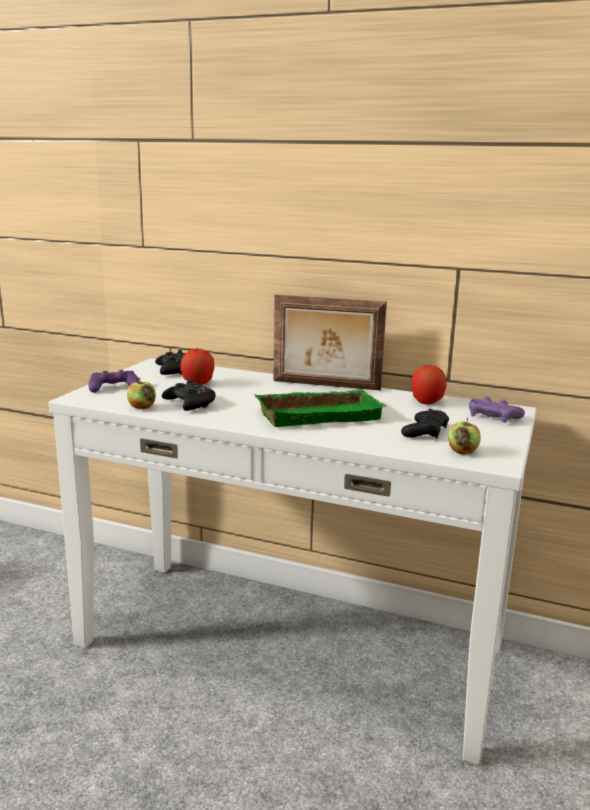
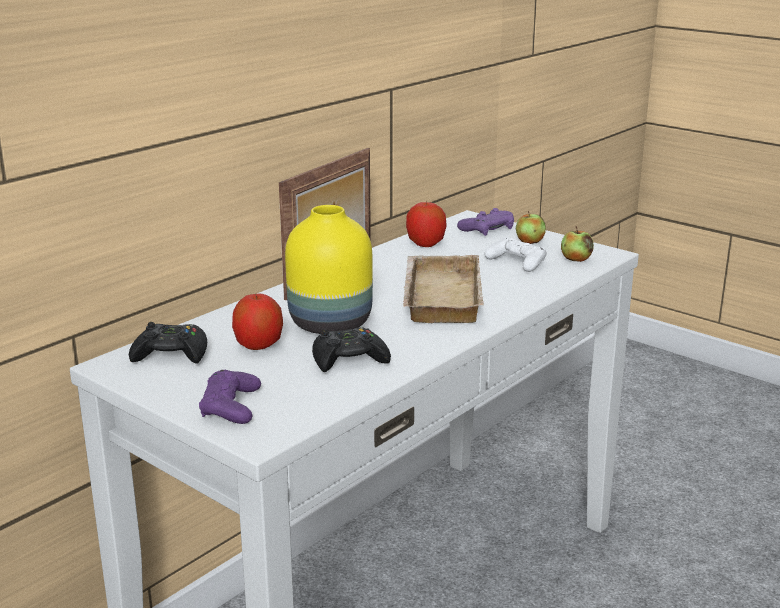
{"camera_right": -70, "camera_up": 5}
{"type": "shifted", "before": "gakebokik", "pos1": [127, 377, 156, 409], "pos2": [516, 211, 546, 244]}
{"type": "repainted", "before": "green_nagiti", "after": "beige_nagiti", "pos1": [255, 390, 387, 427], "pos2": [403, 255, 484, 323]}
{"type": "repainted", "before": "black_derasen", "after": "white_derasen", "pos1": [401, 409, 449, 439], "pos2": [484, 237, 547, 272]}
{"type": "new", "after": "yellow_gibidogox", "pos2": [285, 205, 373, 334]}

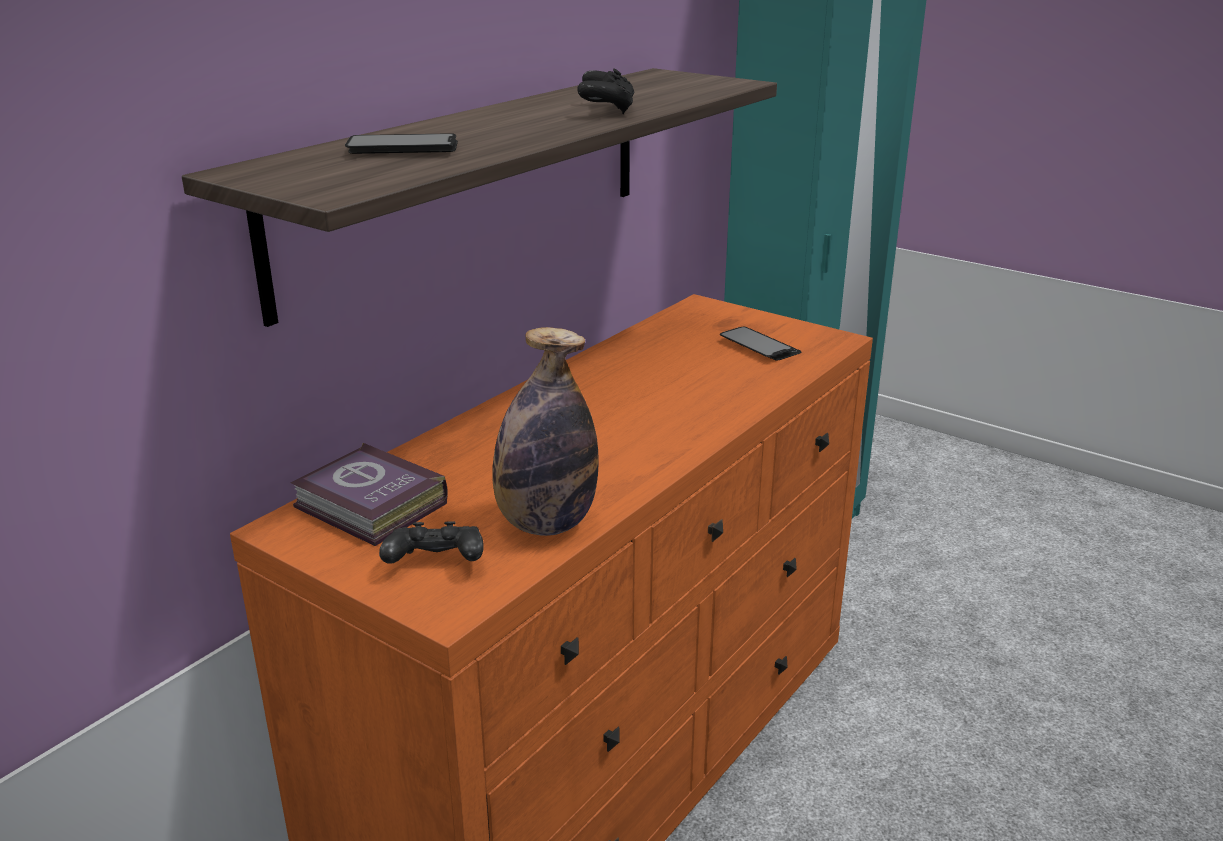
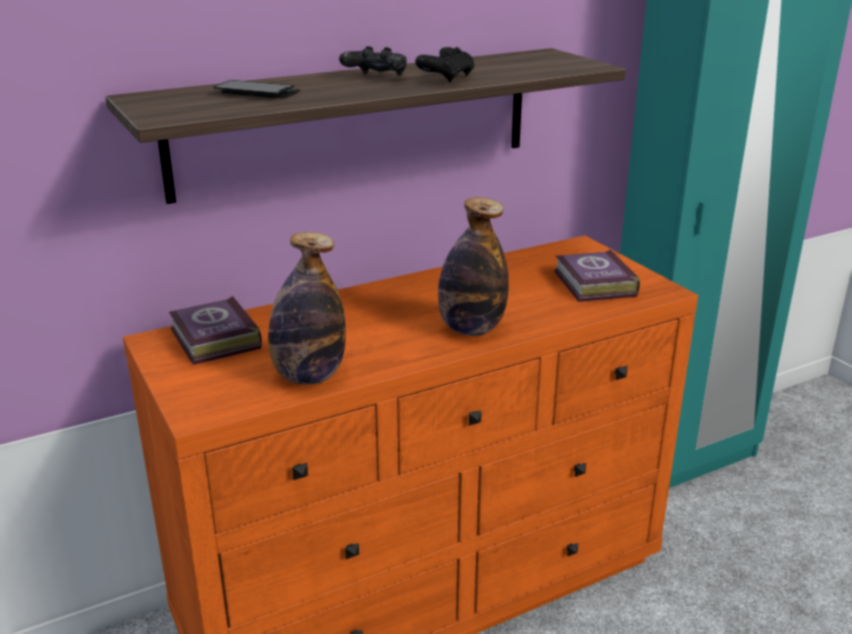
{"camera_right": 25, "camera_up": 0}
{"type": "swapped", "before": "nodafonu", "after": "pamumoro", "pos1": [720, 327, 802, 360], "pos2": [554, 249, 640, 302]}
{"type": "shifted", "before": "black_derasen", "pos1": [379, 521, 484, 564], "pos2": [339, 46, 407, 76]}
{"type": "new", "after": "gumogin", "pos2": [438, 197, 509, 336]}

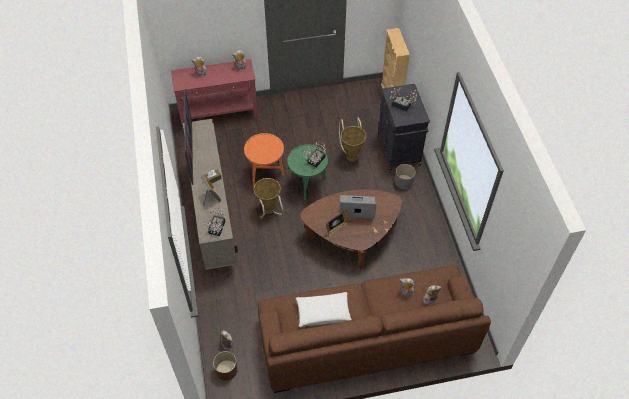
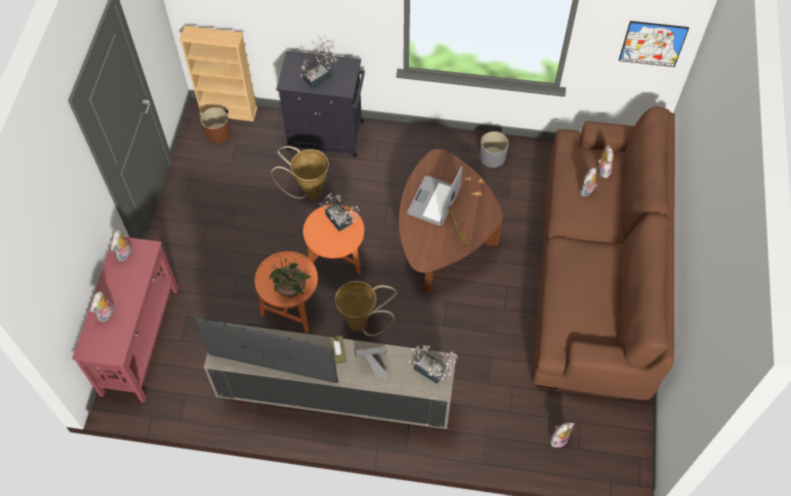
{"camera_right": -70, "camera_up": 5}
{"type": "repainted", "before": "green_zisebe", "after": "orange_zisebe", "pos1": [287, 144, 328, 200], "pos2": [303, 204, 364, 275]}
{"type": "shifted", "before": "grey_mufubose", "pos1": [395, 164, 416, 189], "pos2": [480, 131, 509, 168]}
{"type": "gone", "before": "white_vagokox", "pos1": [296, 292, 352, 327]}
{"type": "shifted", "before": "brown_mufubose", "pos1": [213, 351, 238, 381], "pos2": [200, 107, 231, 143]}
{"type": "new", "after": "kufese", "pos2": [619, 21, 689, 67]}
{"type": "new", "after": "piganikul", "pos2": [269, 253, 311, 297]}

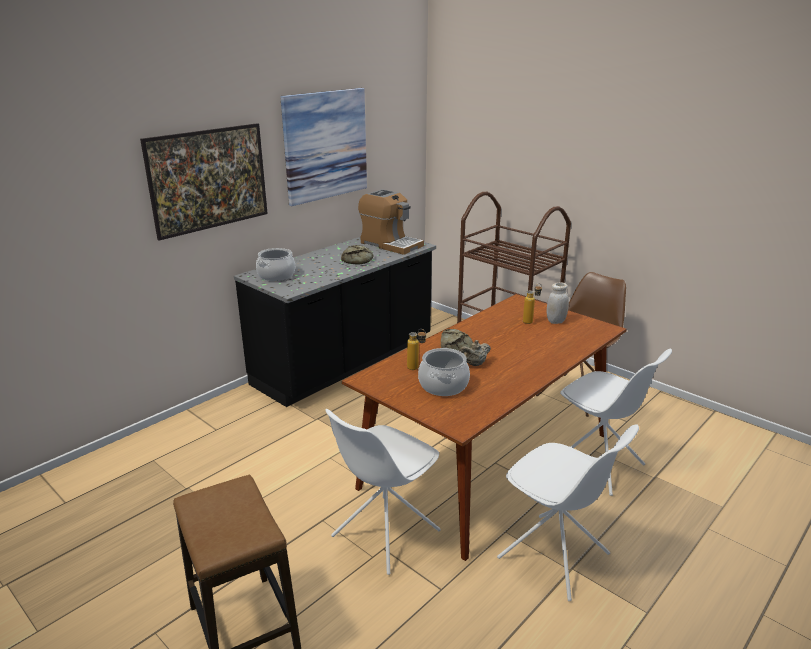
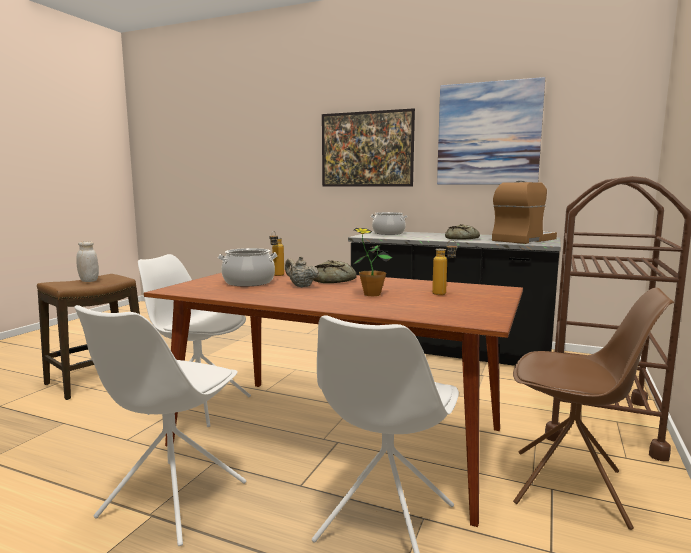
{"camera_right": 70, "camera_up": -15}
{"type": "rotated", "before": "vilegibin", "pos1": [358, 189, 424, 255], "pos2": [492, 181, 557, 244], "turn": -150}
{"type": "shifted", "before": "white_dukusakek", "pos1": [546, 282, 569, 324], "pos2": [76, 241, 99, 282]}
{"type": "new", "after": "piganikul", "pos2": [354, 228, 392, 296]}

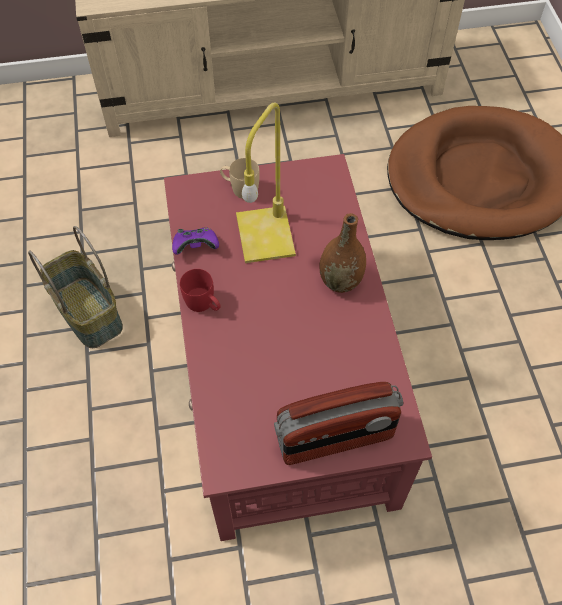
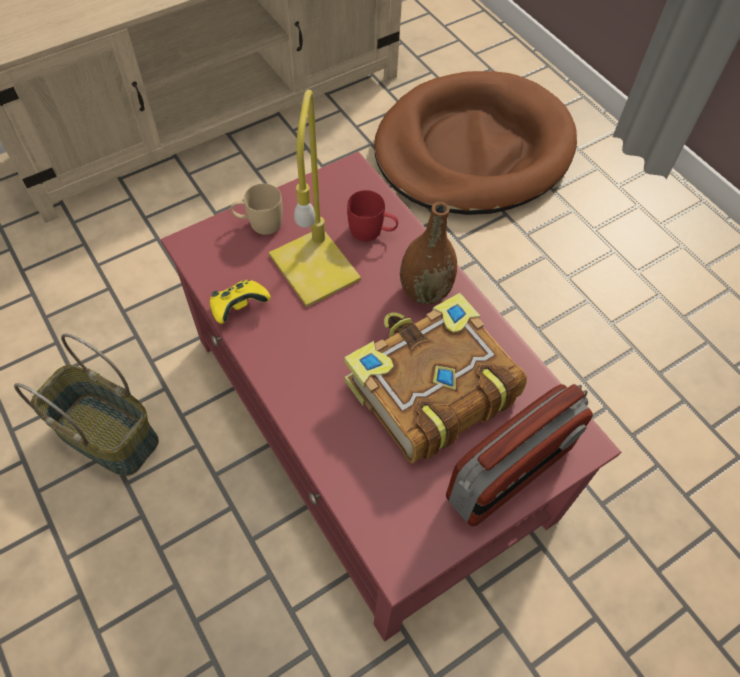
{"camera_right": -25, "camera_up": 0}
{"type": "repainted", "before": "purple_derasen", "after": "yellow_derasen", "pos1": [172, 228, 219, 255], "pos2": [210, 280, 271, 324]}
{"type": "shifted", "before": "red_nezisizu", "pos1": [180, 269, 221, 312], "pos2": [347, 190, 398, 241]}
{"type": "new", "after": "pamumoro", "pos2": [344, 293, 527, 464]}

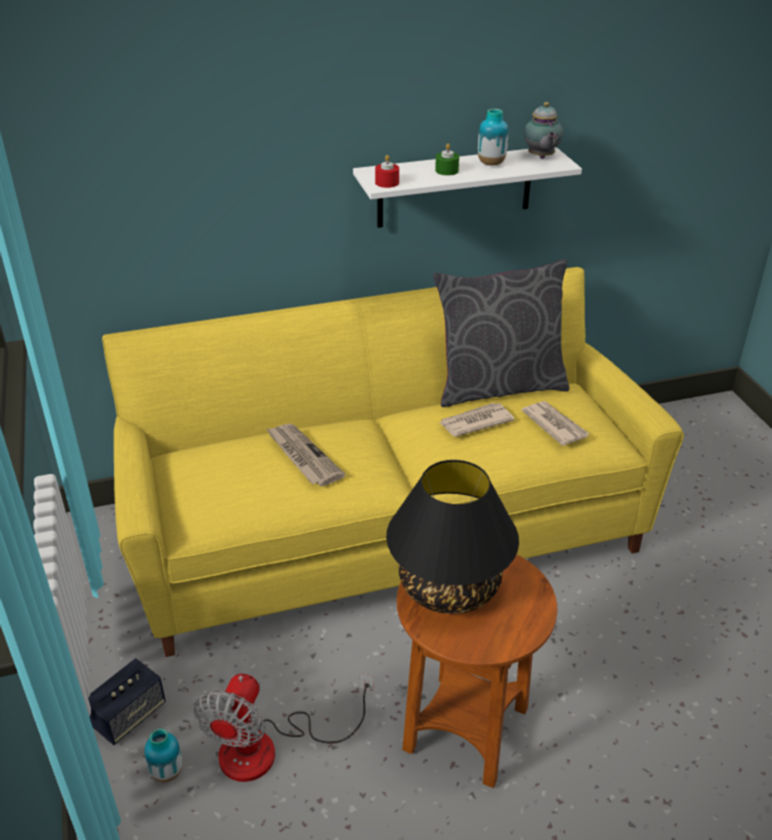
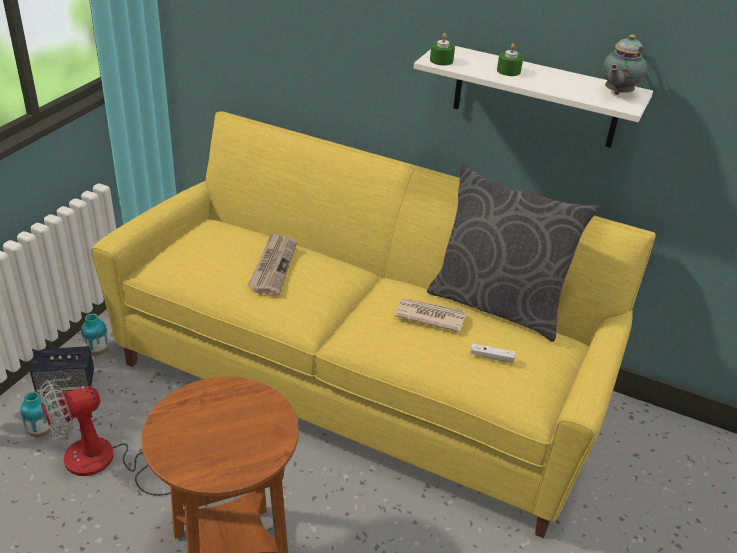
{"camera_right": 40, "camera_up": 0}
{"type": "shifted", "before": "gibidogox", "pos1": [478, 109, 508, 166], "pos2": [81, 313, 109, 355]}
{"type": "repainted", "before": "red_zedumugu", "after": "green_zedumugu", "pos1": [375, 155, 399, 188], "pos2": [430, 33, 455, 66]}
{"type": "swapped", "before": "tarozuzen", "after": "white_derasen", "pos1": [522, 401, 589, 446], "pos2": [470, 344, 516, 363]}
{"type": "gone", "before": "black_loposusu", "pos1": [386, 460, 519, 614]}

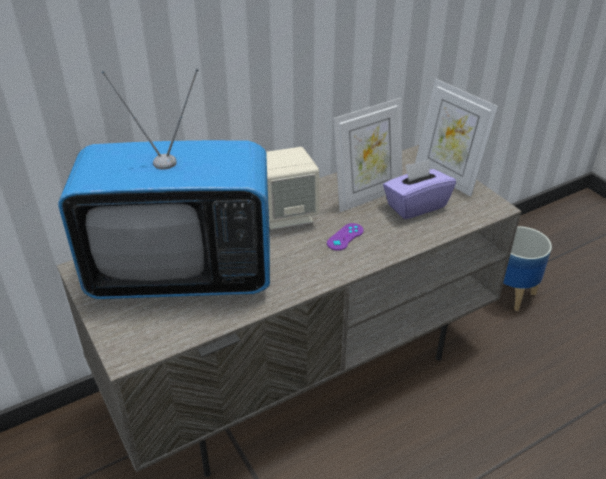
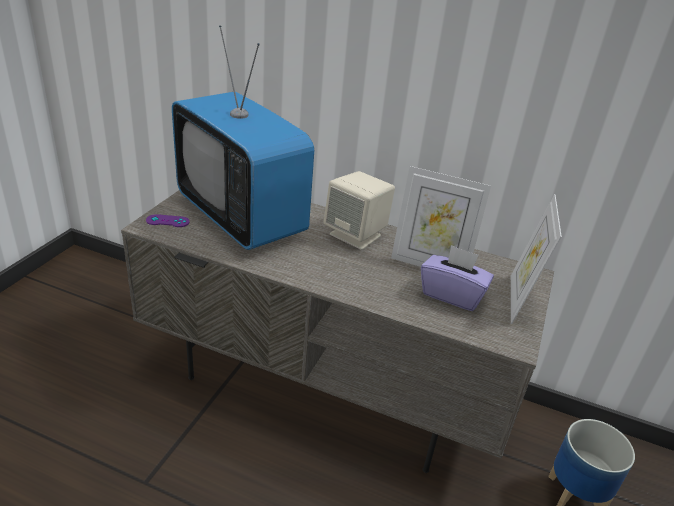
{"camera_right": 50, "camera_up": -5}
{"type": "shifted", "before": "purple_derasen", "pos1": [327, 223, 364, 251], "pos2": [146, 214, 190, 227]}

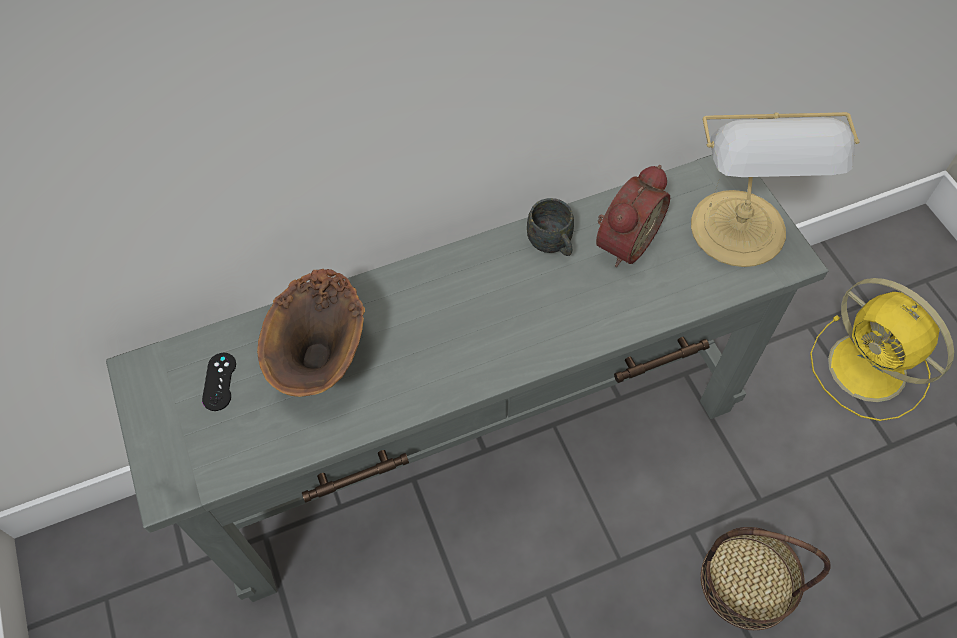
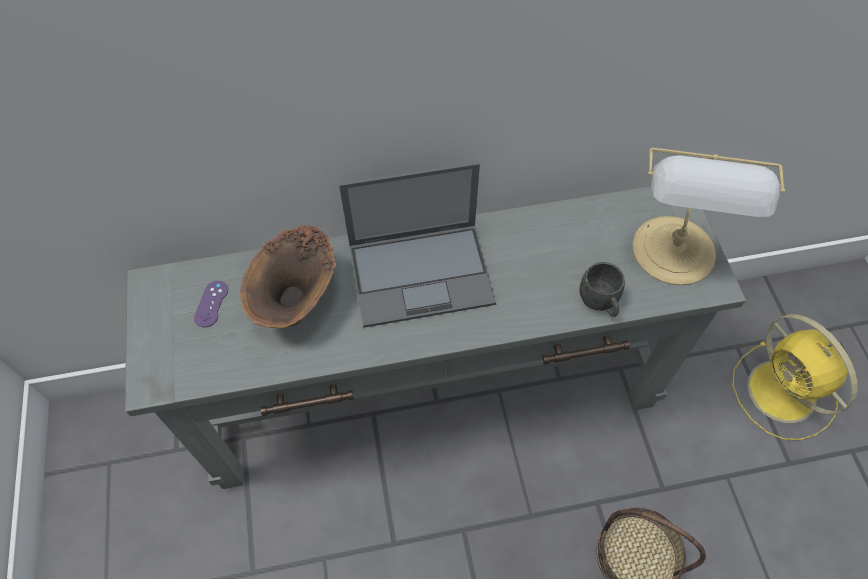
{"camera_right": 10, "camera_up": 0}
{"type": "gone", "before": "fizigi", "pos1": [596, 165, 670, 267]}
{"type": "shifted", "before": "grey_nezisizu", "pos1": [527, 198, 574, 256], "pos2": [579, 262, 625, 317]}
{"type": "repainted", "before": "black_derasen", "after": "purple_derasen", "pos1": [202, 353, 236, 411], "pos2": [194, 281, 228, 327]}
{"type": "new", "after": "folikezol", "pos2": [339, 162, 496, 328]}

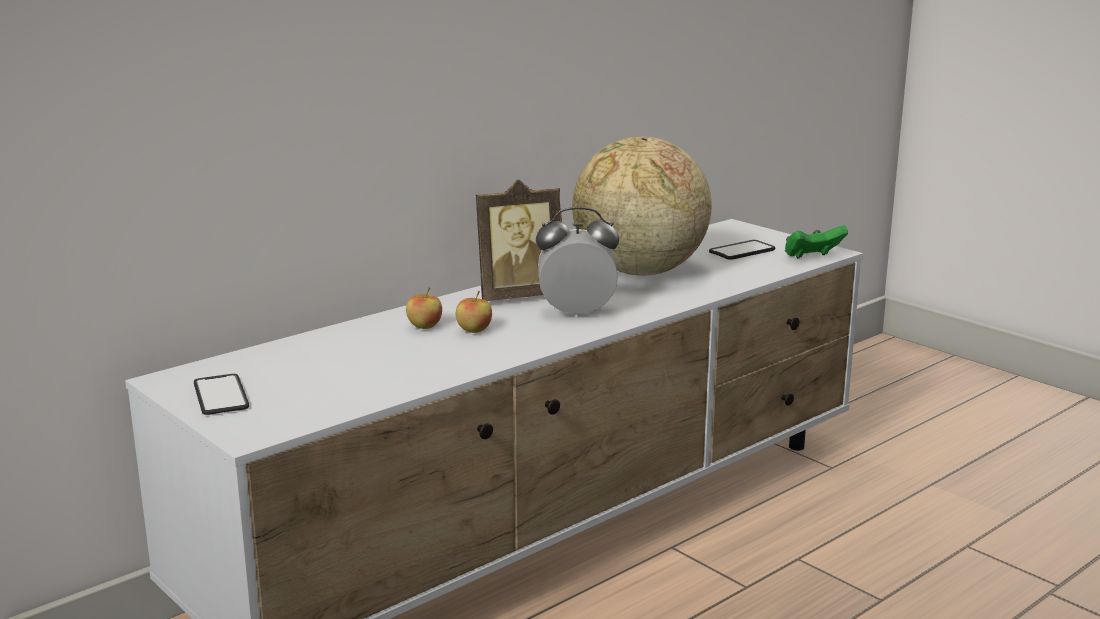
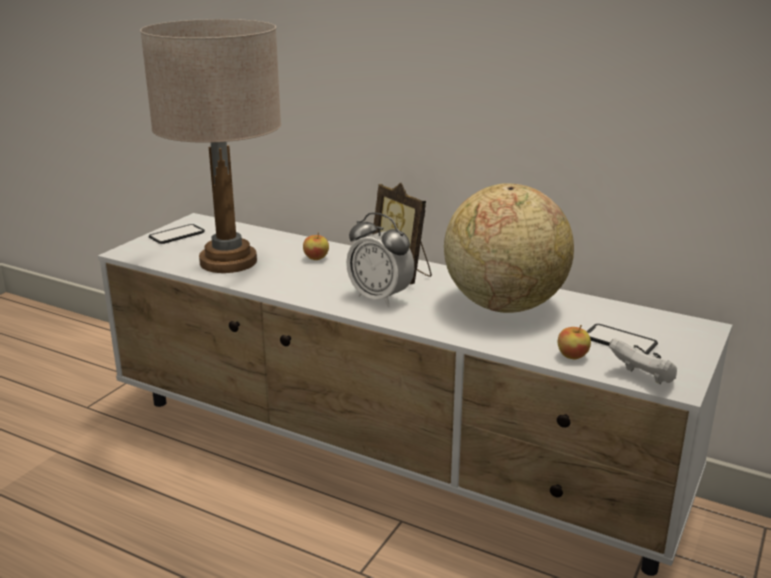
{"camera_right": 70, "camera_up": 5}
{"type": "rotated", "before": "fizigi", "pos1": [536, 207, 619, 317], "pos2": [346, 212, 414, 307], "turn": 150}
{"type": "repainted", "before": "green_derasen", "after": "white_derasen", "pos1": [785, 225, 848, 259], "pos2": [609, 338, 677, 384]}
{"type": "shifted", "before": "gakebokik", "pos1": [456, 290, 492, 333], "pos2": [558, 325, 591, 359]}
{"type": "new", "after": "beige_loposusu", "pos2": [140, 19, 281, 273]}

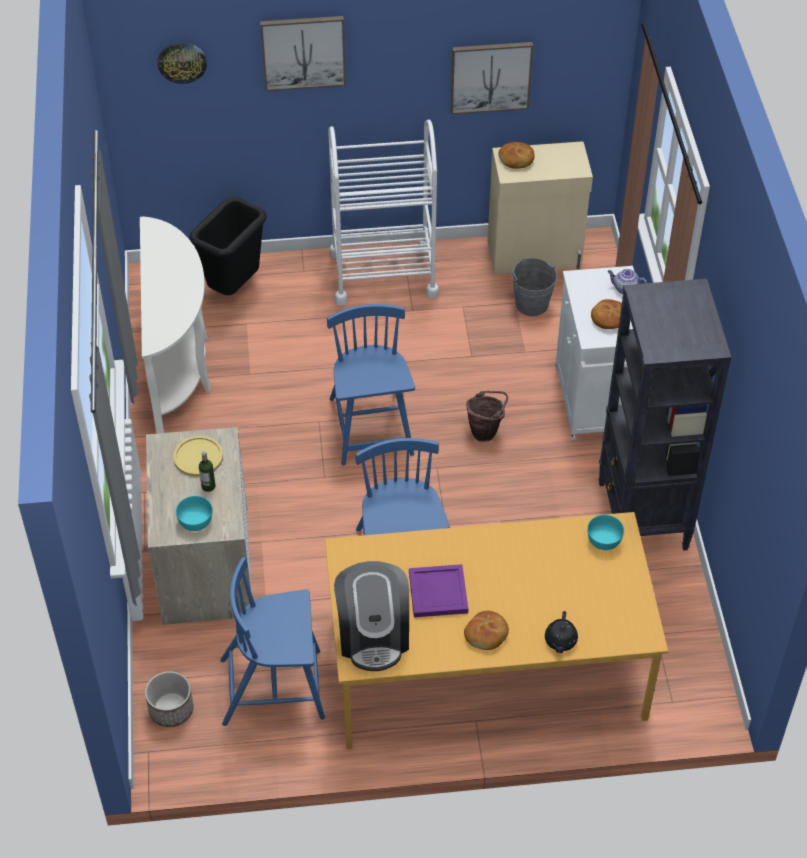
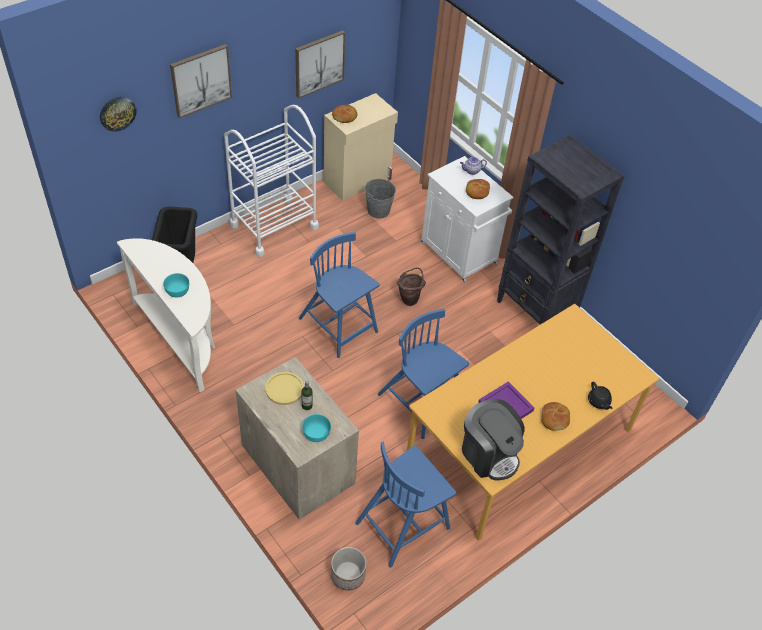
{"camera_right": -35, "camera_up": 0}
{"type": "shifted", "before": "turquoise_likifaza", "pos1": [587, 515, 624, 550], "pos2": [163, 273, 189, 297]}

